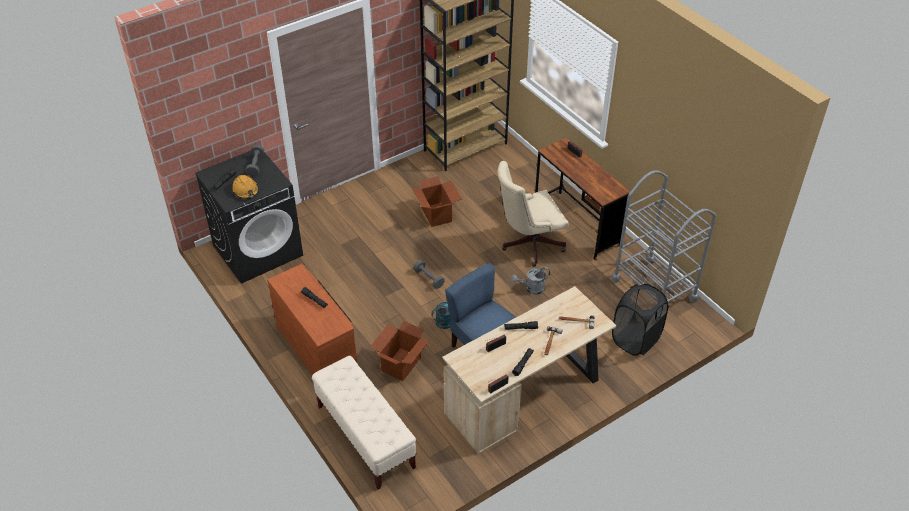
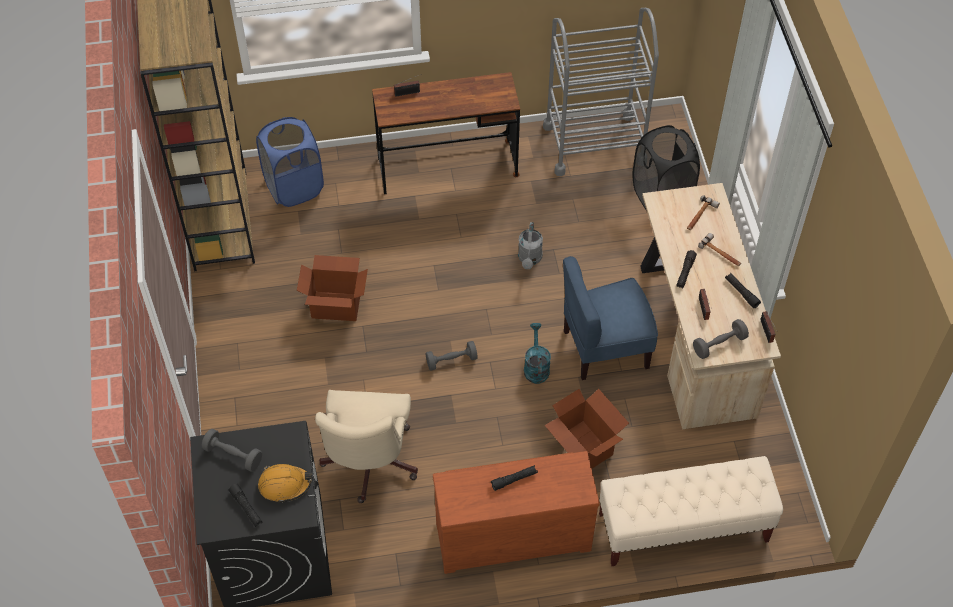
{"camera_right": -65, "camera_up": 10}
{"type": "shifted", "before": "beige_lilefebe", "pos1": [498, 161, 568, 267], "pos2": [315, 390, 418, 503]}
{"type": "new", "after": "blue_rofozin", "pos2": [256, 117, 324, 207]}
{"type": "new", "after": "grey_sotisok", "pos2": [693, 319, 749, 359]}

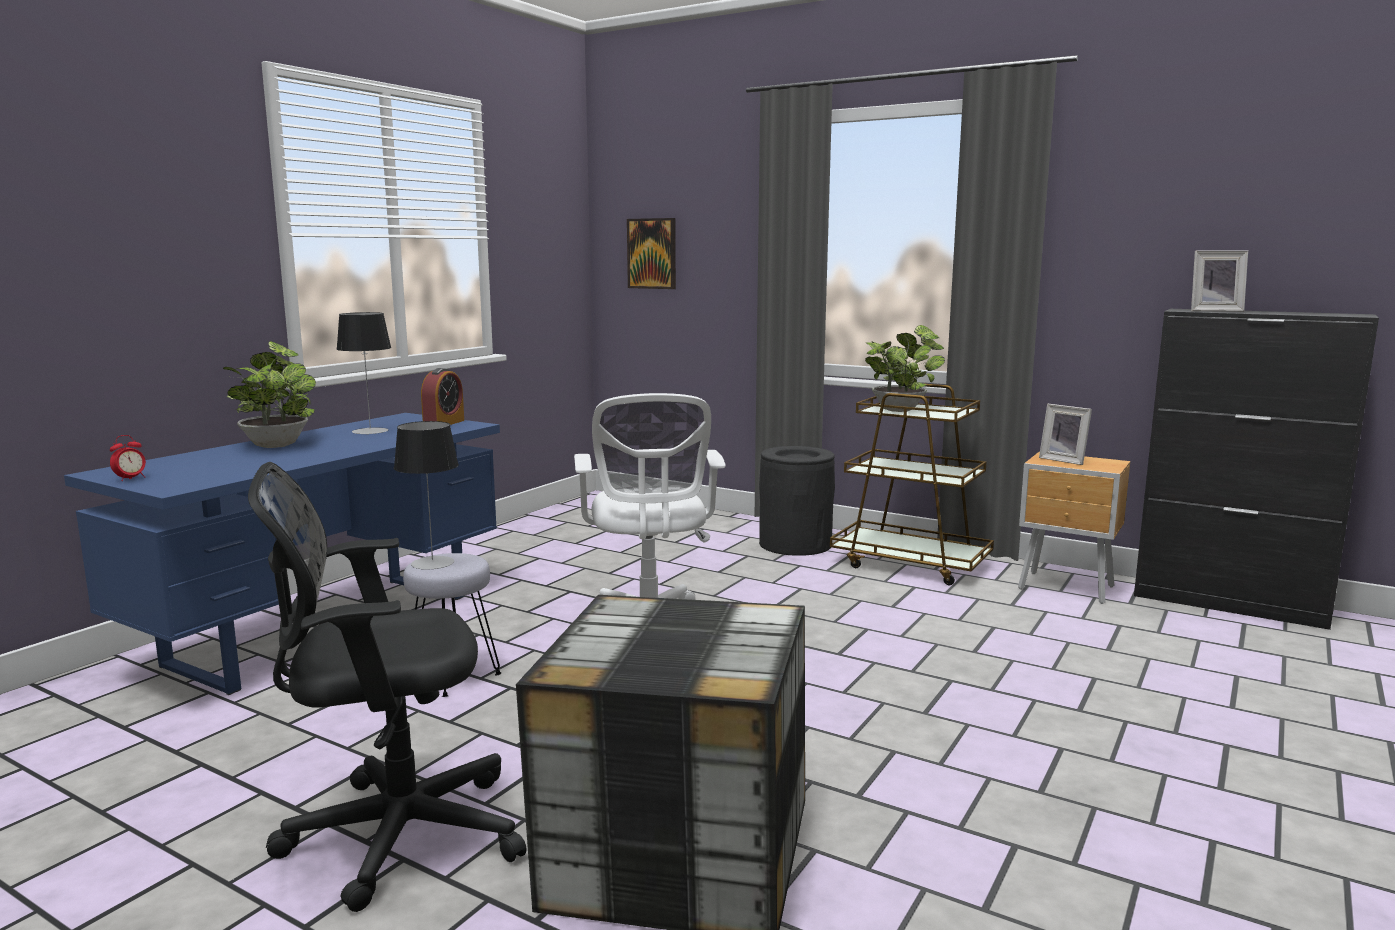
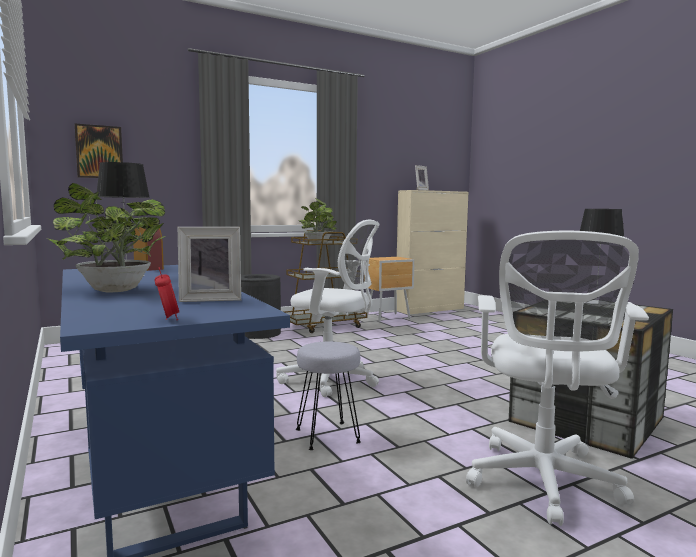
{"camera_right": -60, "camera_up": -5}
{"type": "repainted", "before": "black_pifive", "after": "beige_pifive", "pos1": [1134, 309, 1379, 630], "pos2": [397, 190, 469, 314]}
{"type": "shifted", "before": "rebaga", "pos1": [1039, 403, 1092, 465], "pos2": [178, 227, 241, 302]}
{"type": "shifted", "before": "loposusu", "pos1": [394, 421, 459, 570], "pos2": [580, 209, 624, 304]}
{"type": "repainted", "before": "black_lilefebe", "after": "white_lilefebe", "pos1": [248, 462, 526, 912], "pos2": [466, 231, 649, 526]}

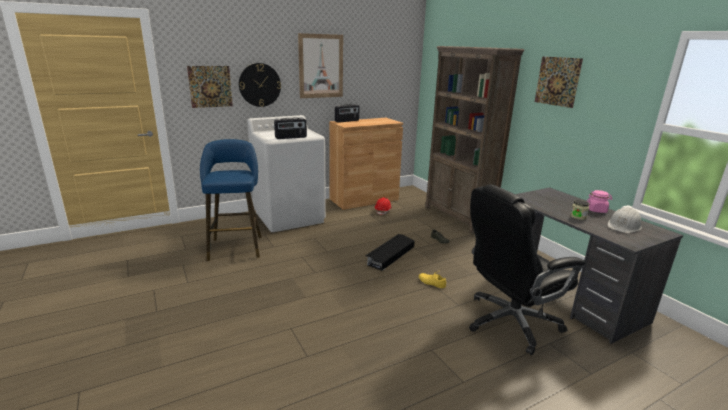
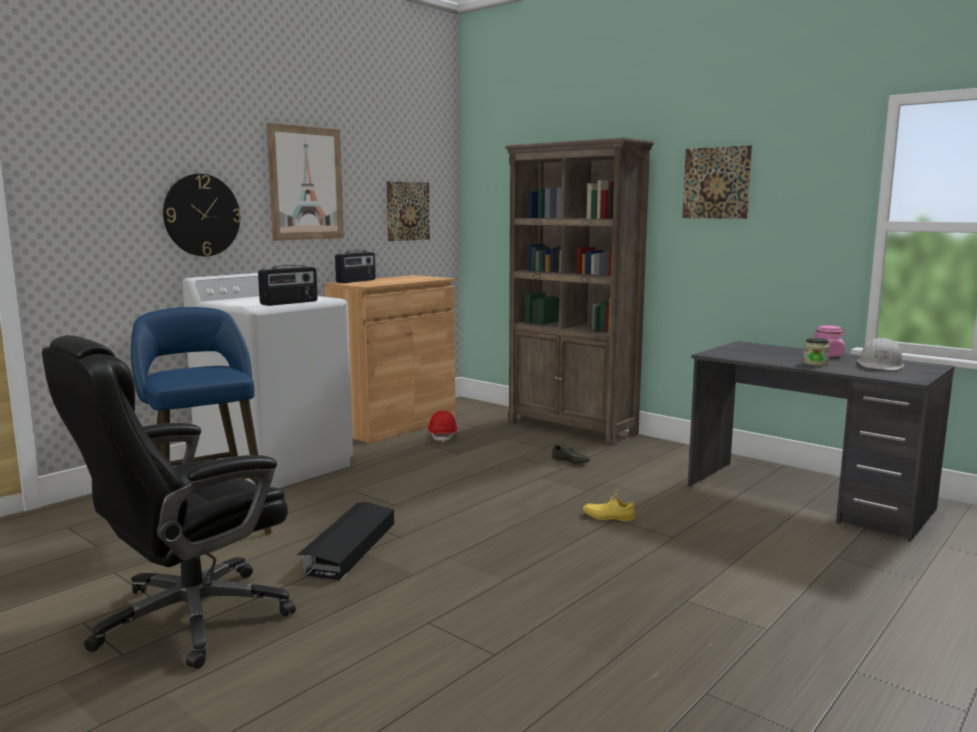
{"camera_right": -20, "camera_up": -10}
{"type": "shifted", "before": "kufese", "pos1": [187, 66, 233, 108], "pos2": [386, 181, 430, 241]}
{"type": "shifted", "before": "black_lilefebe", "pos1": [469, 184, 585, 355], "pos2": [42, 335, 296, 669]}
{"type": "shifted", "before": "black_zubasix", "pos1": [365, 234, 415, 271], "pos2": [297, 502, 394, 580]}

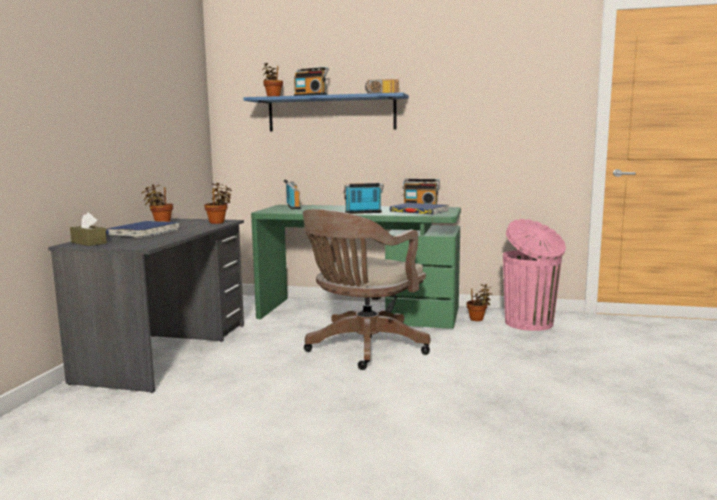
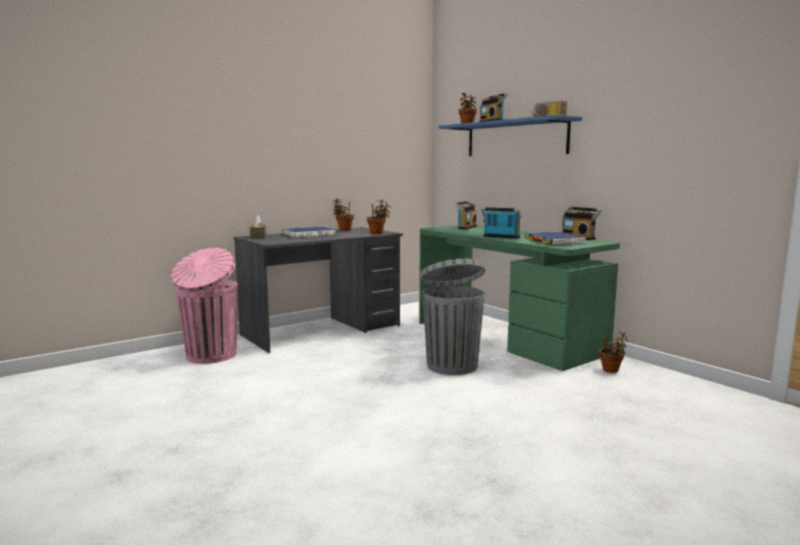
{"camera_right": 40, "camera_up": 0}
{"type": "swapped", "before": "brown_lilefebe", "after": "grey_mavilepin", "pos1": [303, 209, 431, 370], "pos2": [420, 259, 485, 375]}
{"type": "shifted", "before": "pink_mavilepin", "pos1": [503, 219, 566, 331], "pos2": [171, 248, 238, 364]}

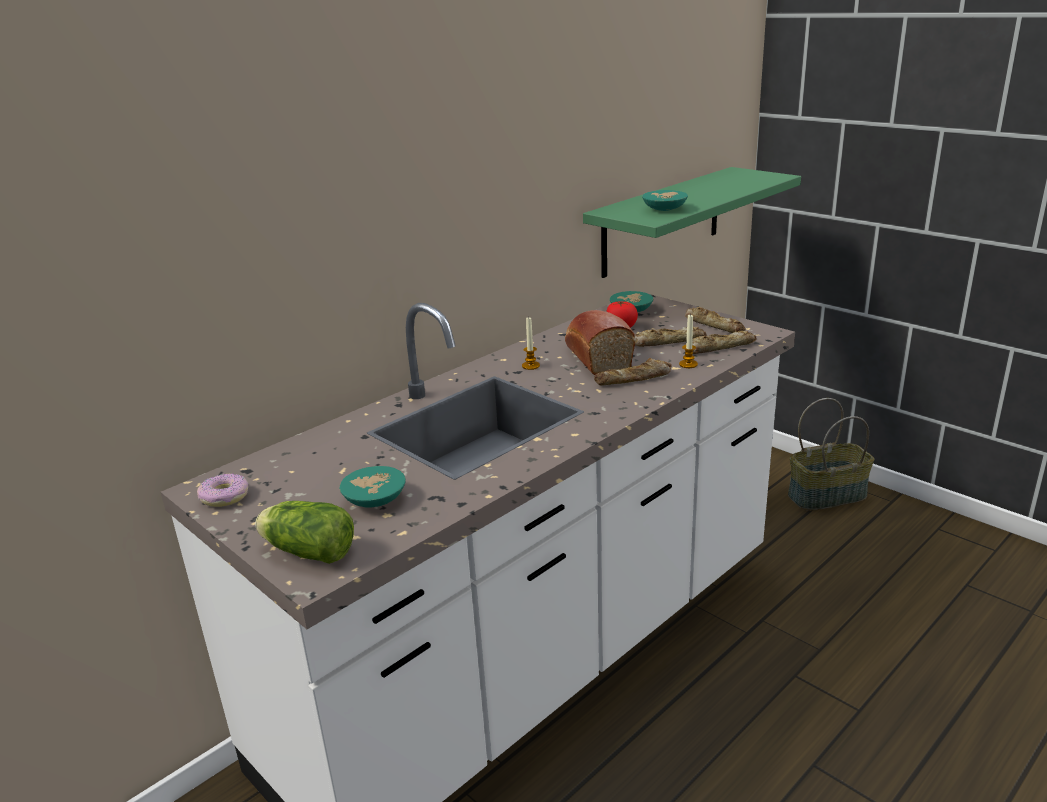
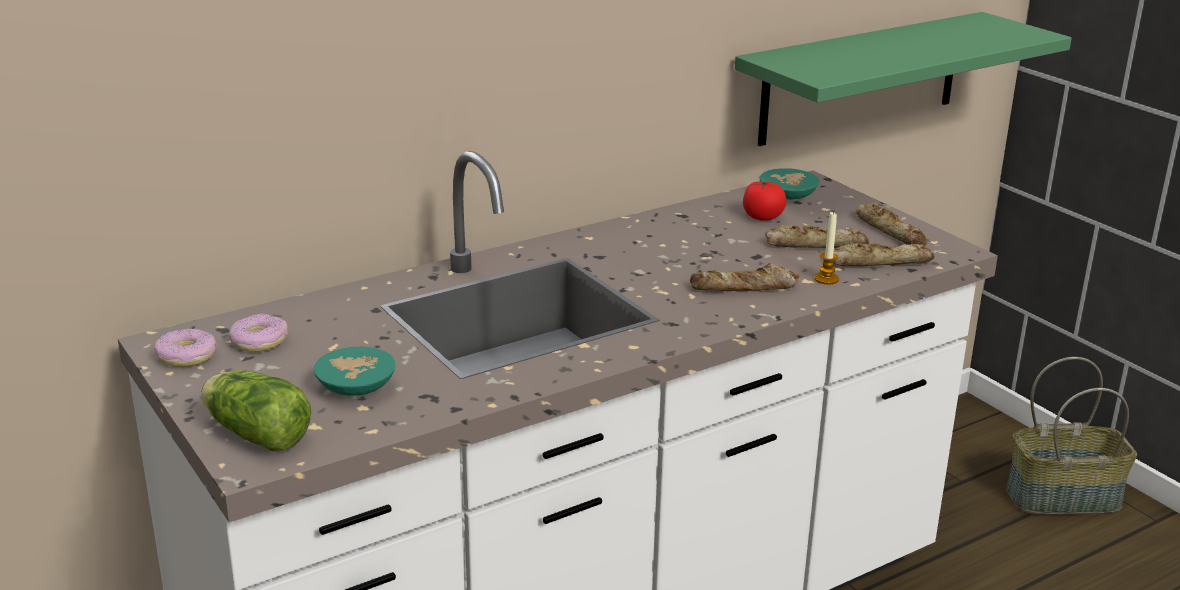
{"camera_right": 10, "camera_up": 0}
{"type": "gone", "before": "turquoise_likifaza", "pos1": [642, 190, 688, 211]}
{"type": "gone", "before": "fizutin", "pos1": [565, 310, 635, 375]}
{"type": "gone", "before": "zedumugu", "pos1": [522, 316, 540, 370]}
{"type": "new", "after": "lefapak", "pos2": [229, 313, 288, 352]}

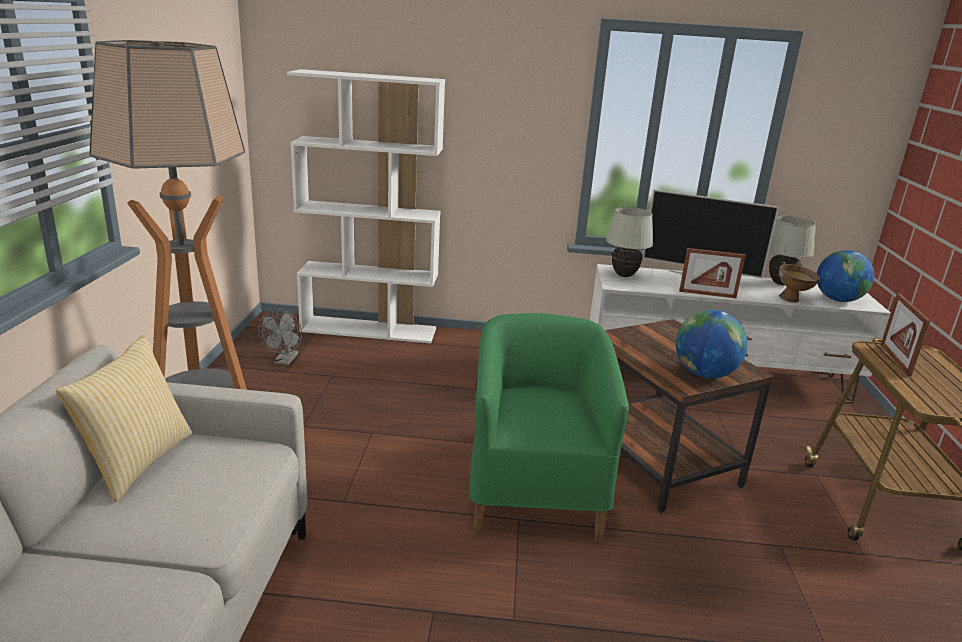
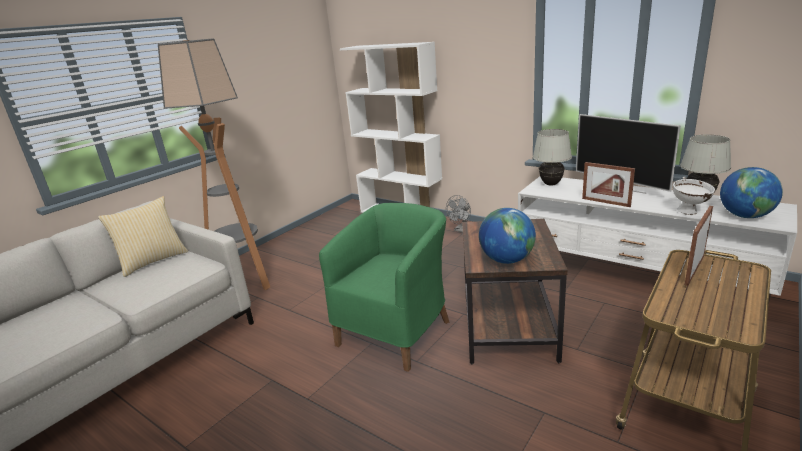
{"camera_right": 35, "camera_up": 0}
{"type": "repainted", "before": "brown_likifaza", "after": "white_likifaza", "pos1": [779, 262, 820, 303], "pos2": [673, 177, 715, 215]}
{"type": "shifted", "before": "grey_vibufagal", "pos1": [258, 309, 302, 365], "pos2": [446, 195, 471, 233]}

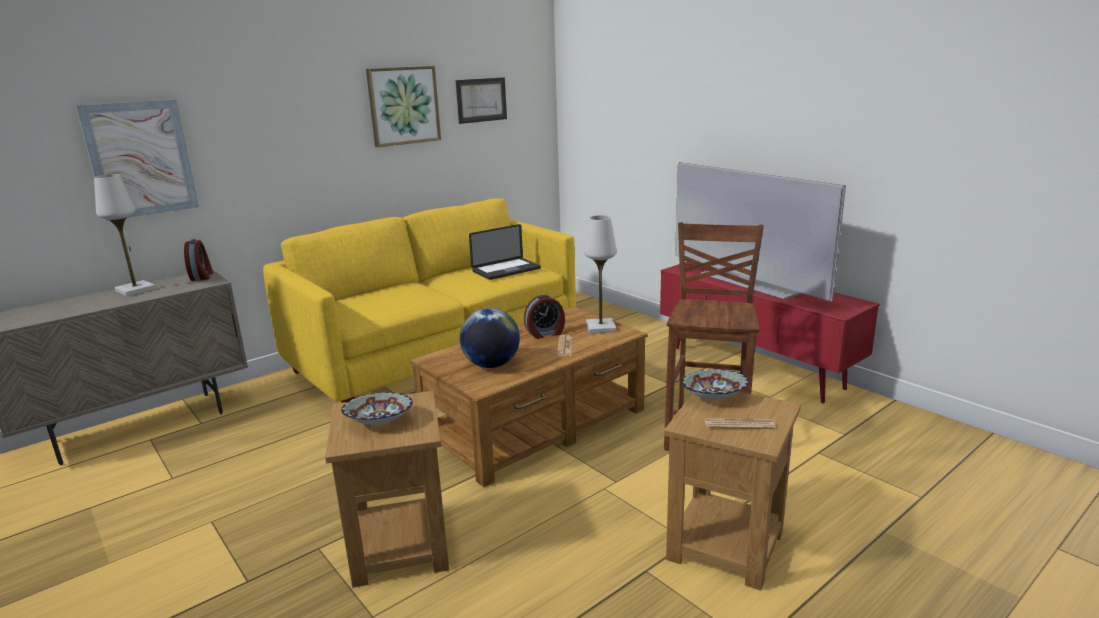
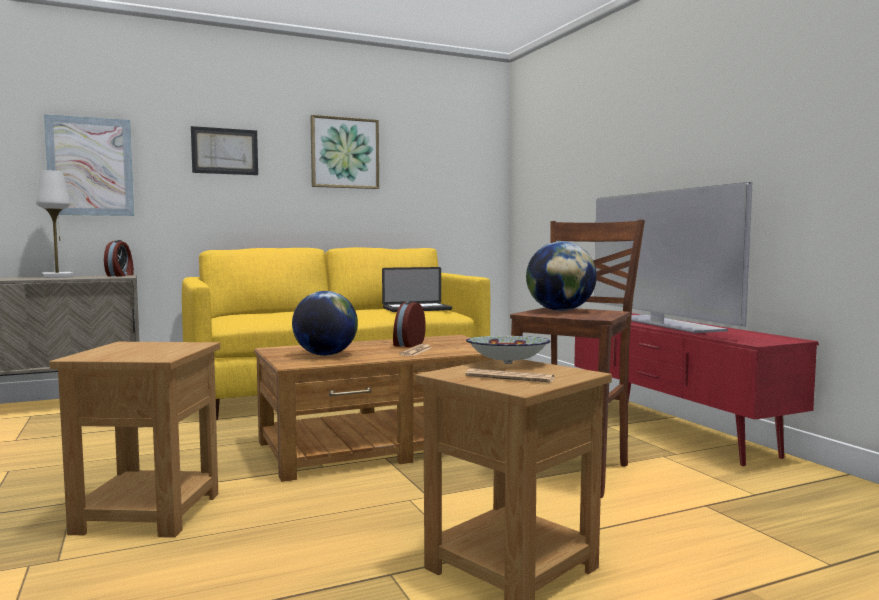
{"camera_right": 15, "camera_up": -15}
{"type": "shifted", "before": "kufese", "pos1": [456, 77, 507, 124], "pos2": [191, 126, 258, 175]}
{"type": "gone", "before": "white_loposusu", "pos1": [584, 215, 617, 334]}
{"type": "rotated", "before": "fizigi", "pos1": [524, 295, 565, 339], "pos2": [393, 301, 426, 347], "turn": 120}
{"type": "gone", "before": "likifaza", "pos1": [341, 393, 413, 425]}
{"type": "new", "after": "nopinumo", "pos2": [526, 241, 597, 311]}

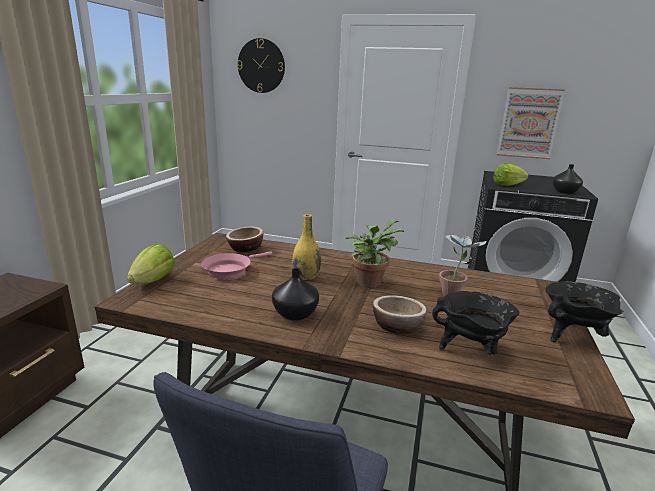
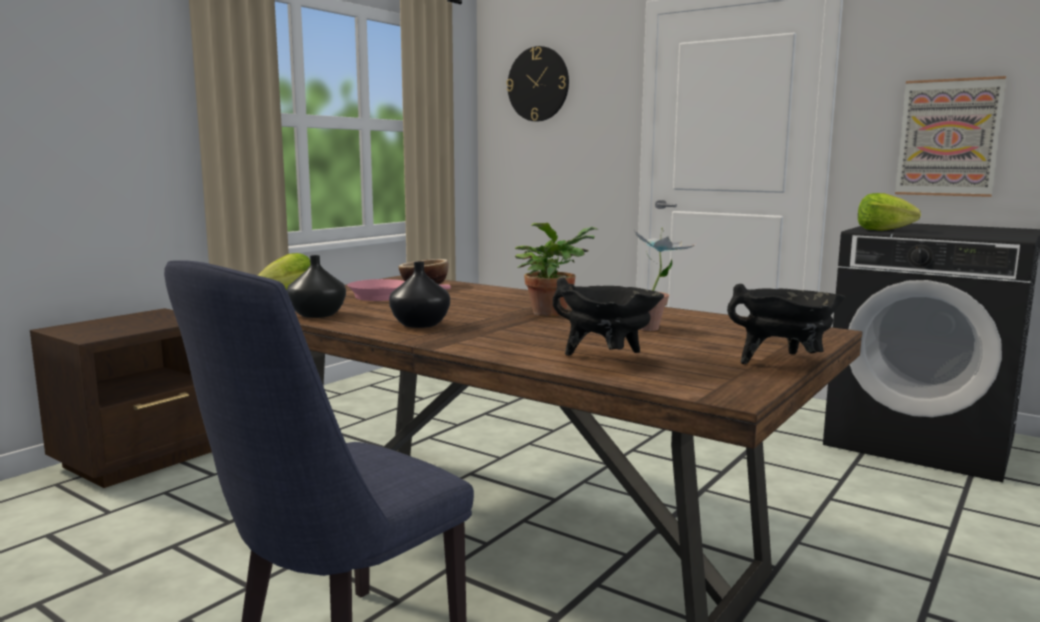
{"camera_right": 20, "camera_up": -10}
{"type": "shifted", "before": "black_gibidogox", "pos1": [552, 164, 583, 194], "pos2": [287, 255, 346, 318]}
{"type": "gone", "before": "yellow_gibidogox", "pos1": [293, 214, 321, 280]}
{"type": "gone", "before": "likifaza", "pos1": [373, 296, 427, 334]}

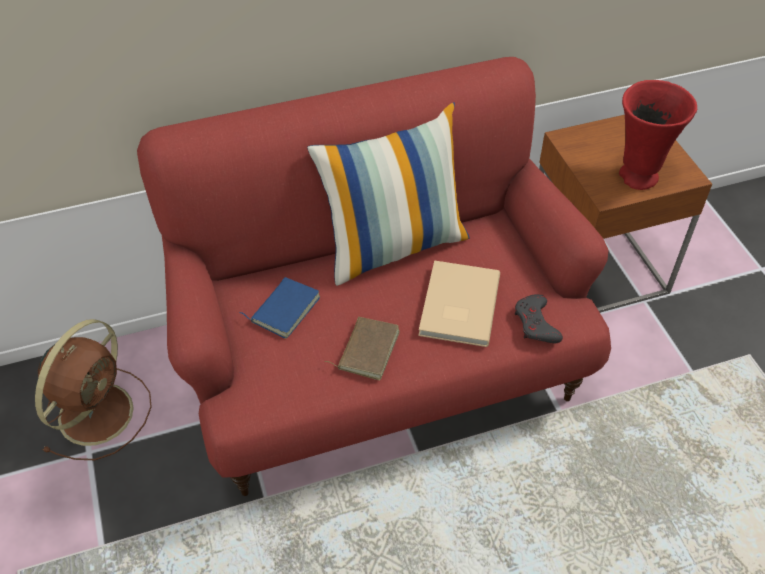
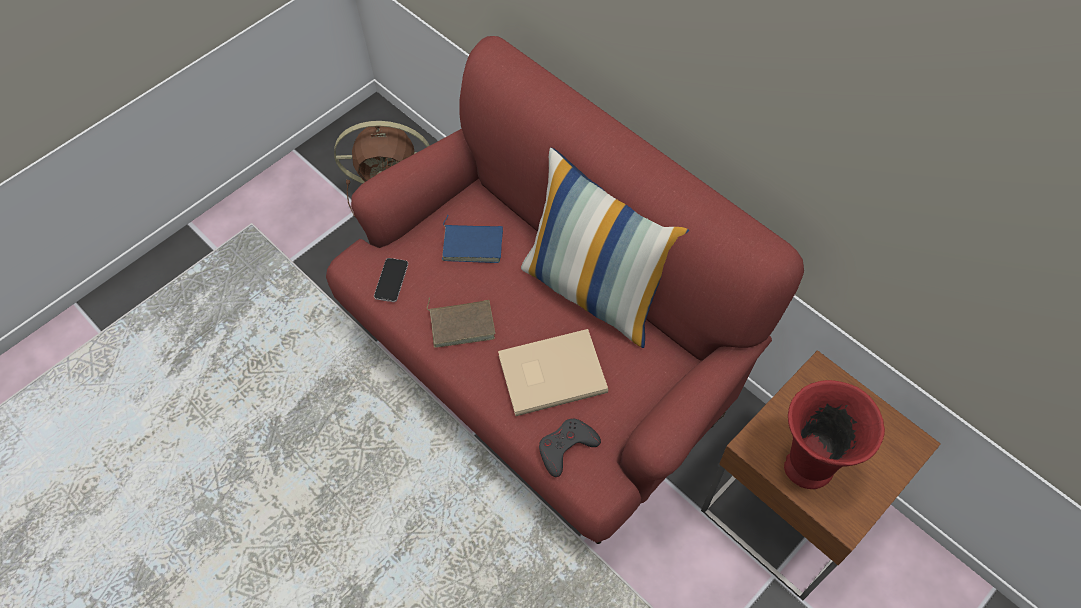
{"camera_right": 65, "camera_up": 10}
{"type": "new", "after": "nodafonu", "pos2": [374, 258, 408, 302]}

